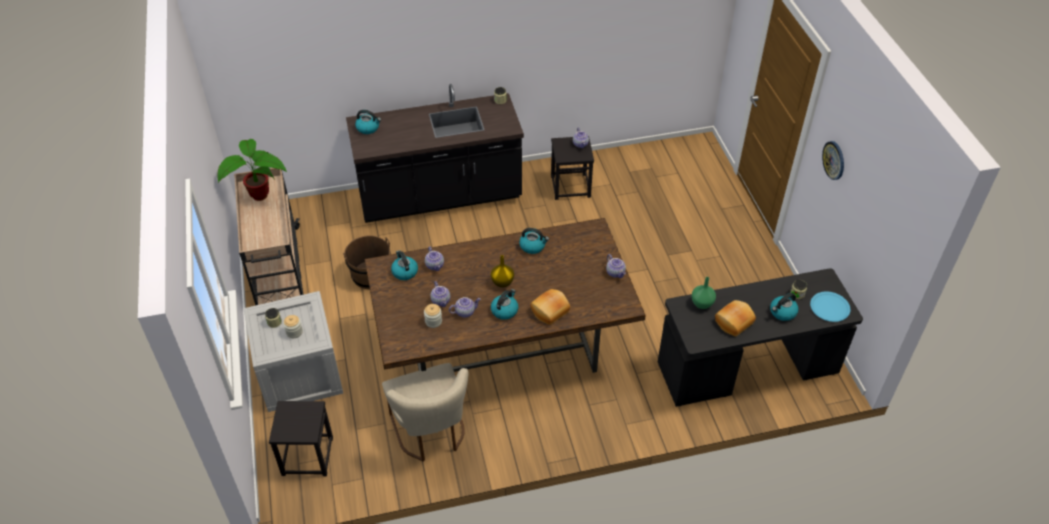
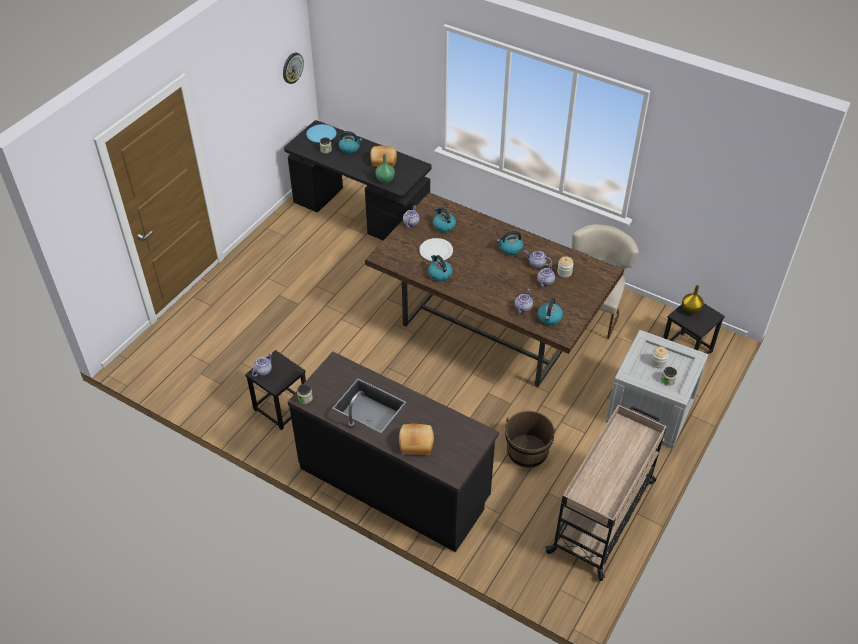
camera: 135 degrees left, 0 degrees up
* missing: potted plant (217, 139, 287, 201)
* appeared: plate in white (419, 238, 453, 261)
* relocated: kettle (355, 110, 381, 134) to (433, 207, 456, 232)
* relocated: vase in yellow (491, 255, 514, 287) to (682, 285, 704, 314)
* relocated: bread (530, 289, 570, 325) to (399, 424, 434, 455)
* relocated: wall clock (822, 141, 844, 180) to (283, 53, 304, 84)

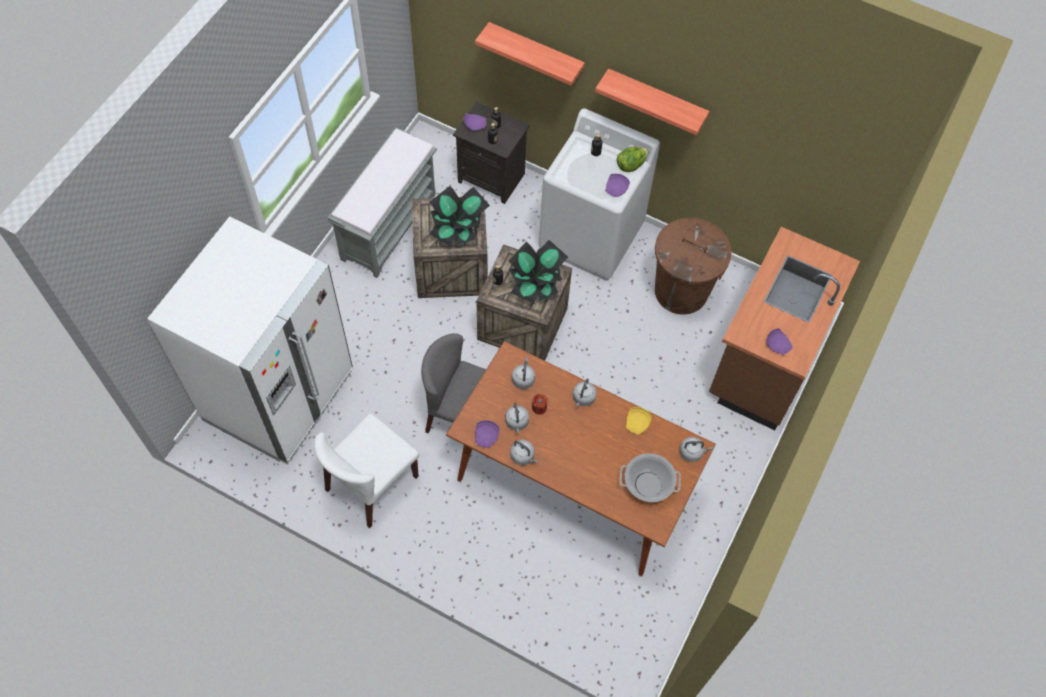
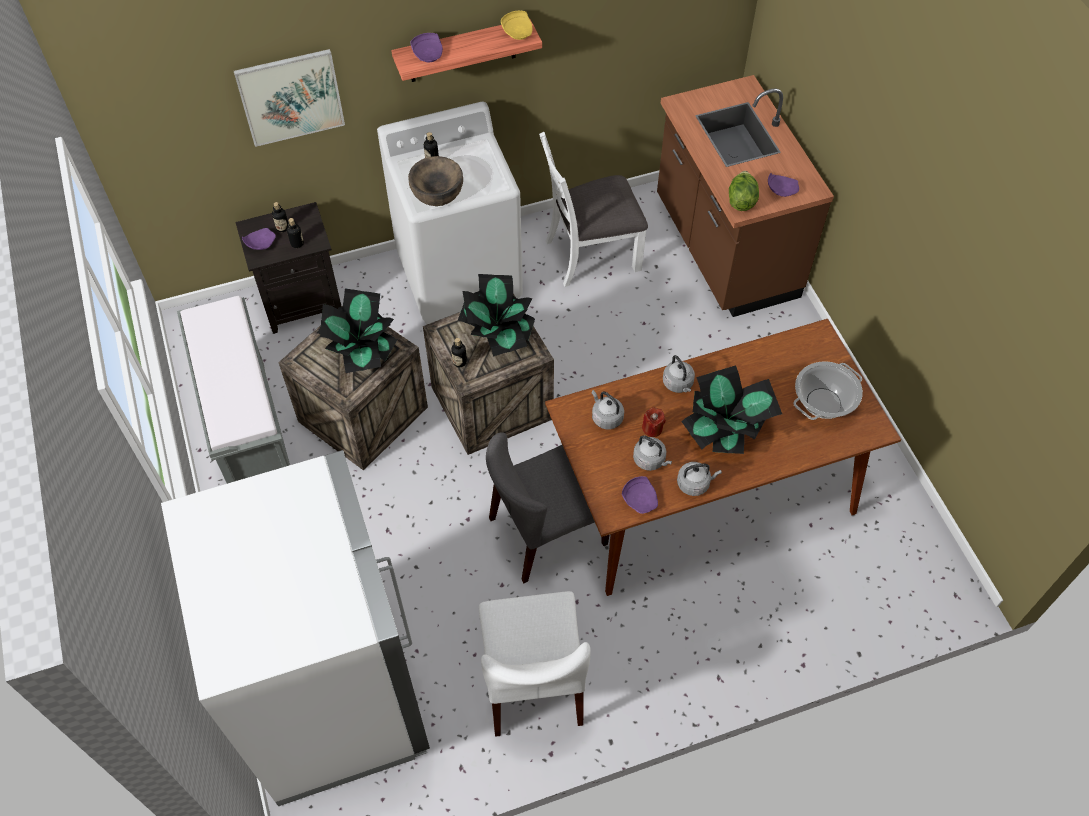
camera: 45 degrees left, 5 degrees down
* missing: kettle in grey (679, 437, 713, 462)
* appeared: bowl in brown (408, 156, 463, 206)
* appeared: potted plant (681, 365, 782, 454)
* relocated: plate in purple (605, 174, 630, 197) to (410, 33, 443, 62)
* relocated: lettuce (617, 147, 649, 172) to (729, 171, 759, 211)
* relocated: plate in yellow (626, 407, 652, 434) to (501, 11, 532, 40)
* exchanged: shelf (475, 22, 585, 86) to picture (234, 49, 345, 147)
* exchanged: trash can in brown (655, 218, 731, 315) to chair in white (539, 132, 648, 287)

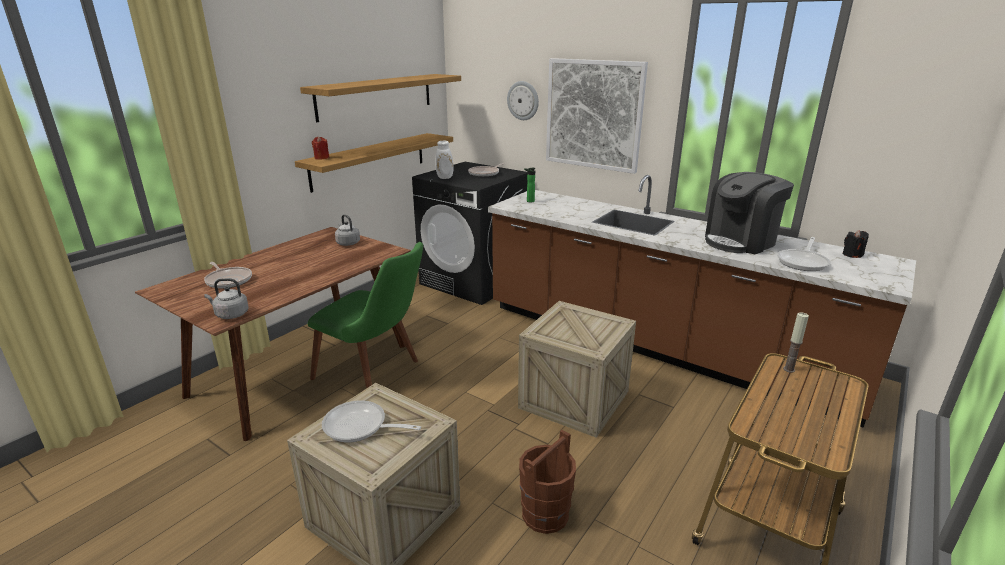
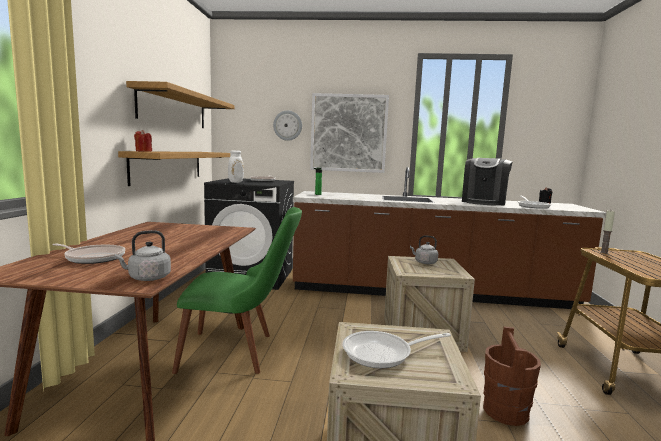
camera: 30 degrees left, 15 degrees down
* relocated: kettle in grey (335, 214, 360, 246) to (410, 236, 438, 264)

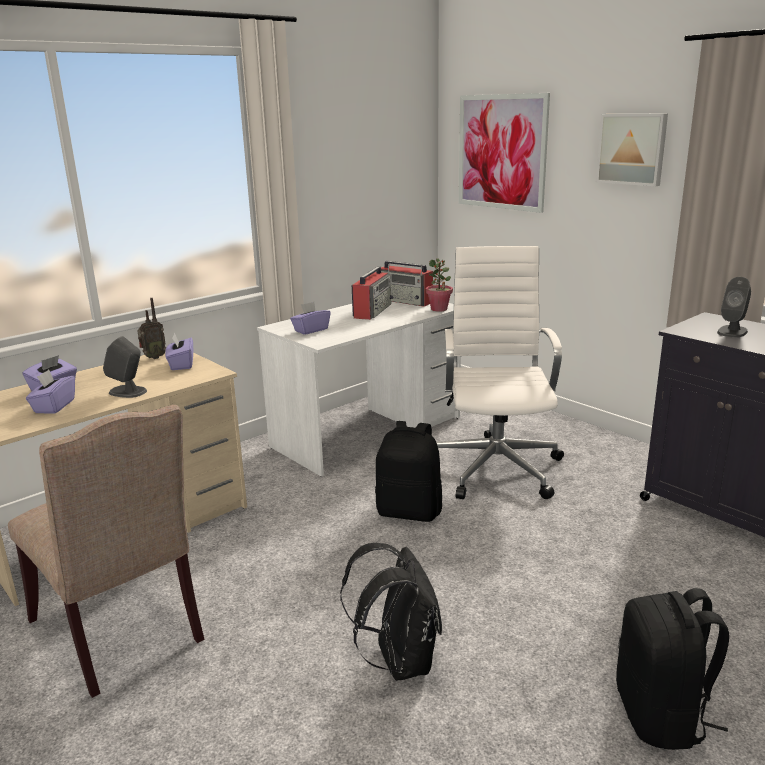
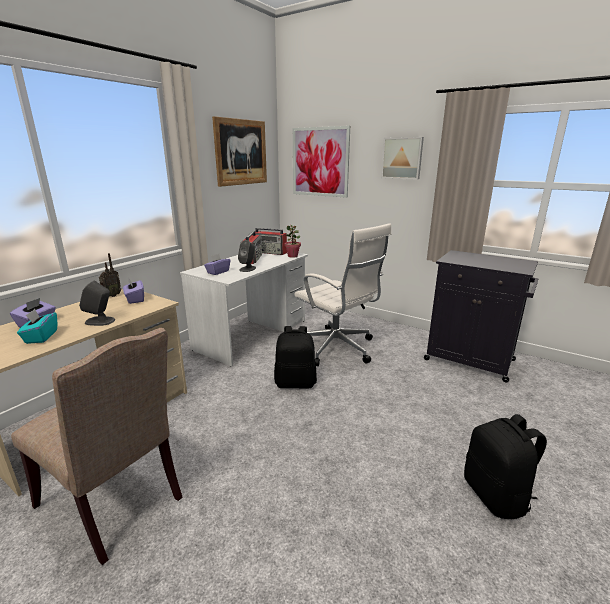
camera: 15 degrees left, 0 degrees up
* missing: backpack in black (340, 543, 442, 681)
* appeared: picture (212, 116, 267, 187)
* relocated: speaker in grey (717, 277, 751, 338) to (238, 240, 256, 272)
* colour: tissue box in purple (26, 369, 75, 414) to tissue box in turquoise (17, 309, 57, 344)
* spun: office chair in white (436, 246, 564, 499) = (294, 223, 391, 366) 150 degrees clockwise

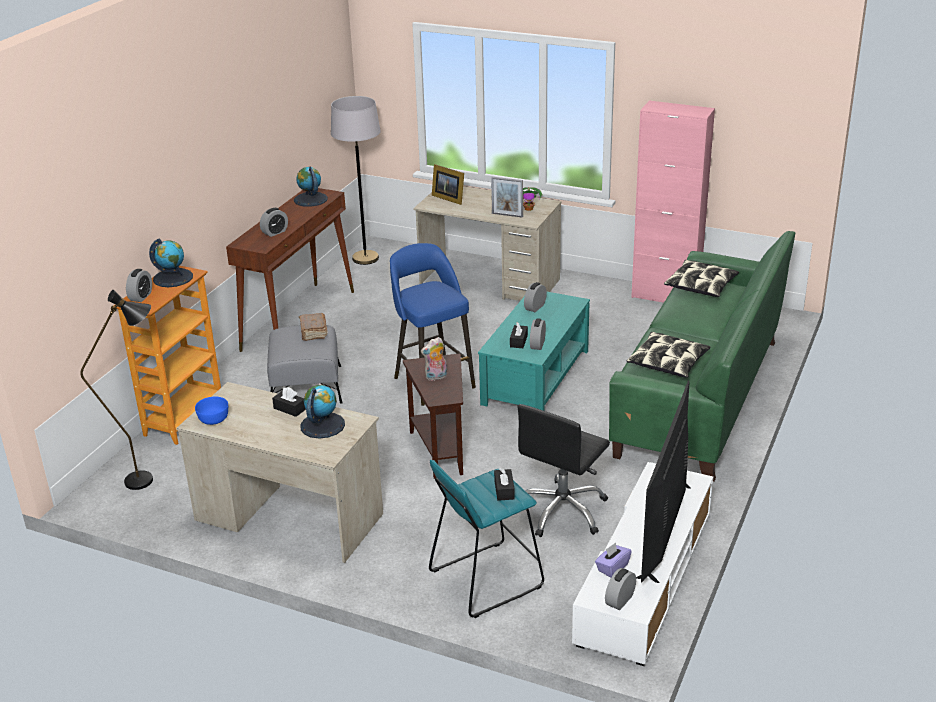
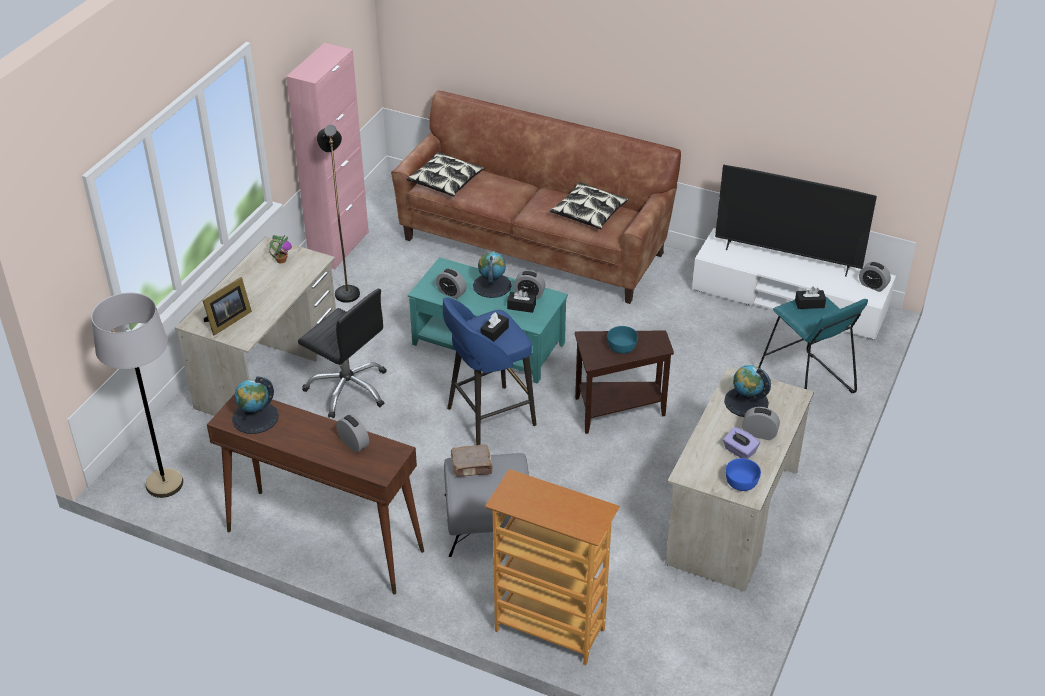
camera: 90 degrees left, 10 degrees up
* missing: picture frame (491, 177, 523, 218)
* relocated: floor lamp in black (80, 290, 153, 490) to (317, 125, 360, 303)
* relocated: alarm clock (126, 269, 152, 302) to (742, 407, 780, 440)
* relocated: globe (149, 238, 193, 287) to (473, 252, 511, 298)
* relocated: tissue box in black (272, 387, 306, 417) to (480, 312, 509, 342)
* relocated: office chair in black (518, 404, 610, 537) to (298, 289, 387, 418)
* relocated: tissue box in purple (595, 542, 632, 577) to (723, 427, 760, 459)
* exchanged: plush toy (421, 337, 447, 381) to bowl in turquoise (607, 326, 638, 354)
* colour: sofa in green (609, 231, 795, 482) to sofa in brown (391, 90, 681, 304)

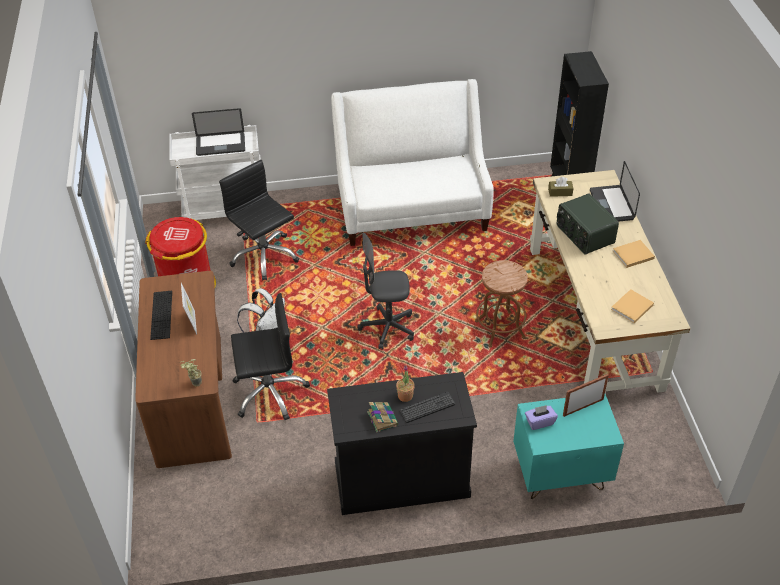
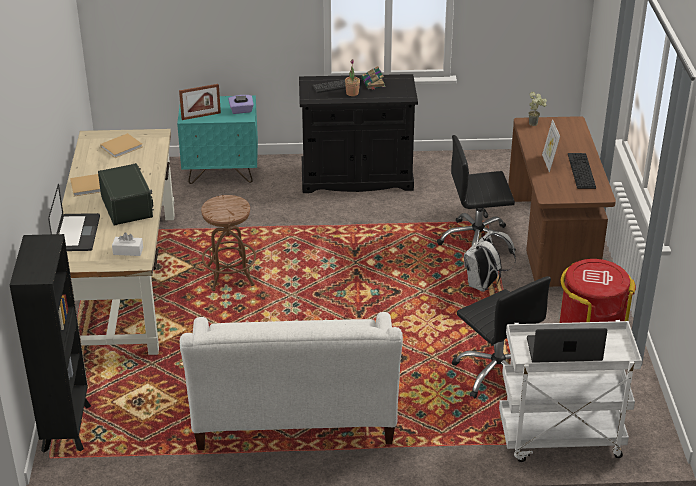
camera: 175 degrees left, 10 degrees down
* missing: office chair in grey (357, 233, 414, 350)
* colour: tissue box in brown (548, 177, 574, 197) to tissue box in white (112, 233, 143, 256)

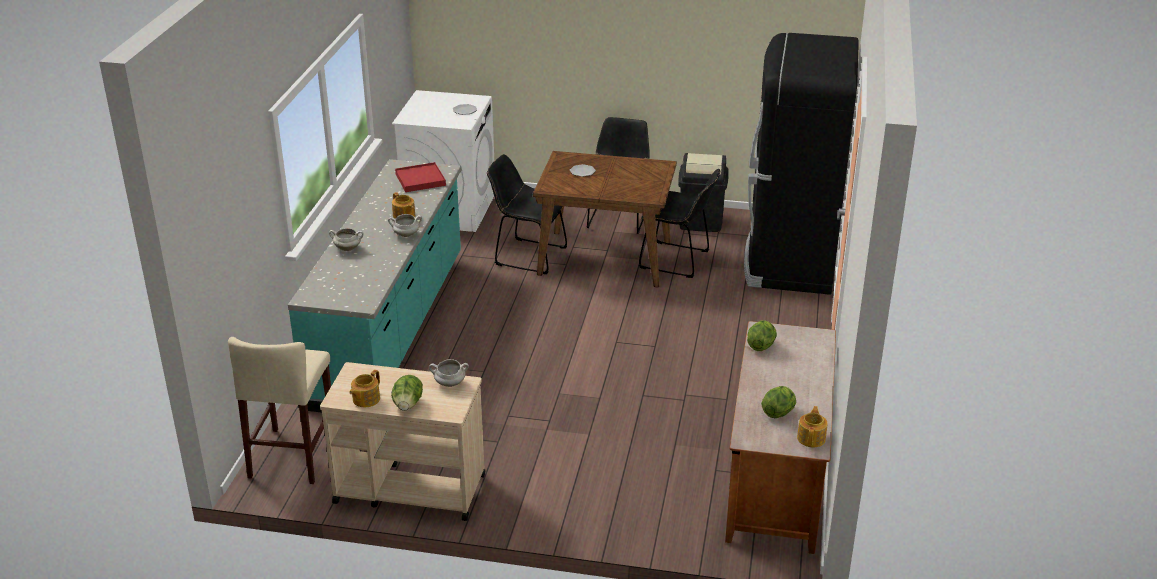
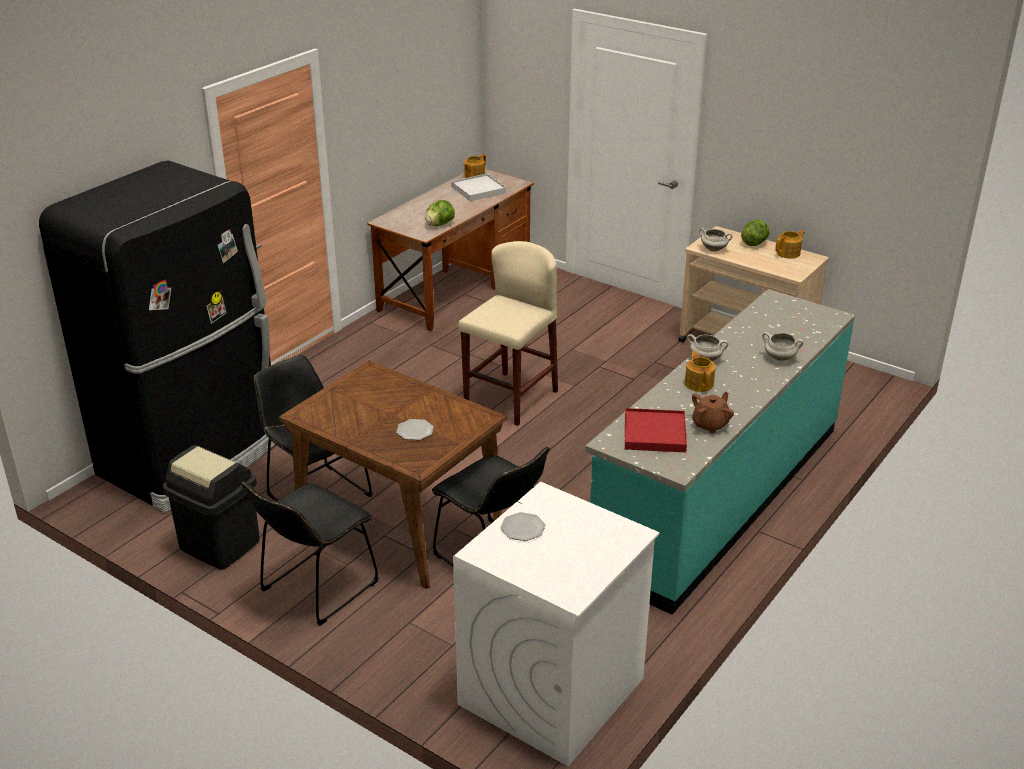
camera: 155 degrees left, 0 degrees up
* appeared: teapot in brown (692, 392, 734, 434)
* relocated: stool in beige (228, 337, 331, 484) to (458, 241, 558, 426)
* exchanged: lettuce (761, 386, 796, 418) to tray in white (451, 174, 506, 201)

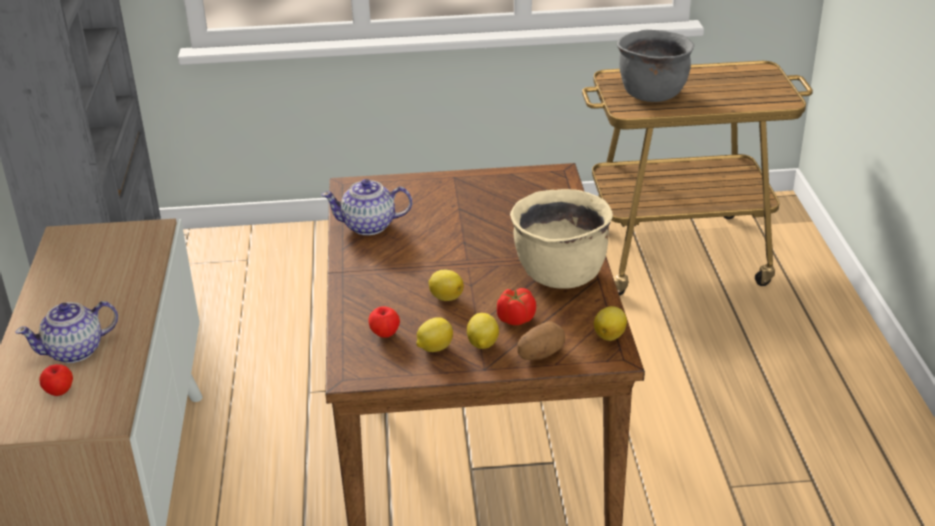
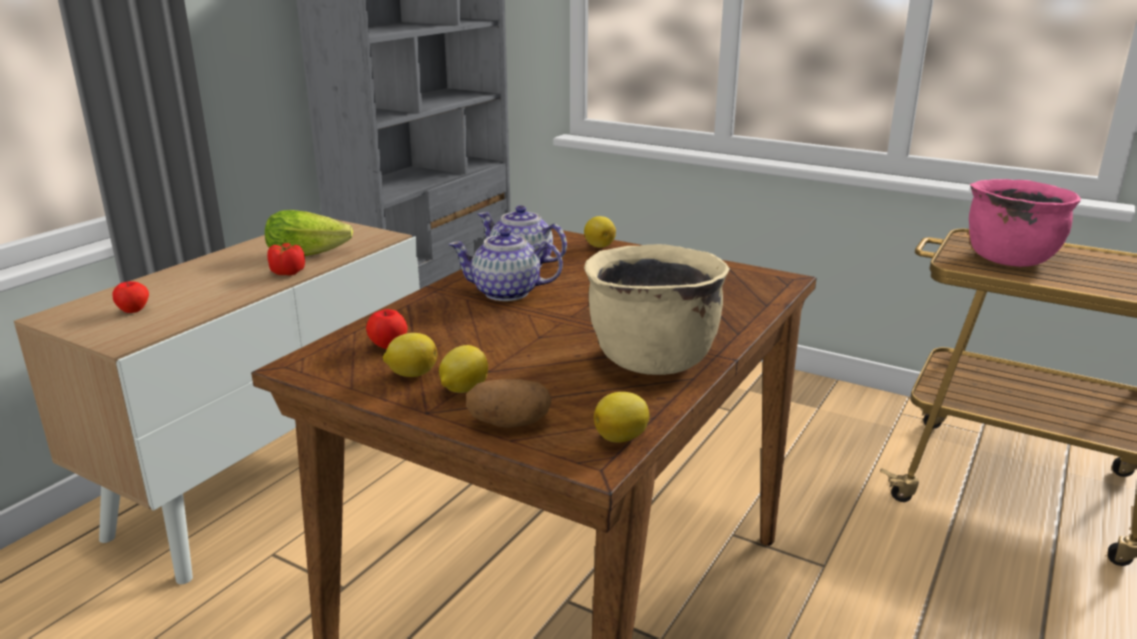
camera: 35 degrees right, 10 degrees down
* appeared: lettuce (265, 210, 353, 256)
* relocated: teapot (15, 301, 118, 363) to (449, 228, 563, 301)
* relocated: lemon (428, 270, 464, 301) to (584, 216, 616, 248)
* relocated: tomato (497, 288, 536, 325) to (267, 243, 305, 275)
* colour: cooking pot in grey (617, 29, 694, 102) to cooking pot in pink (969, 179, 1081, 267)

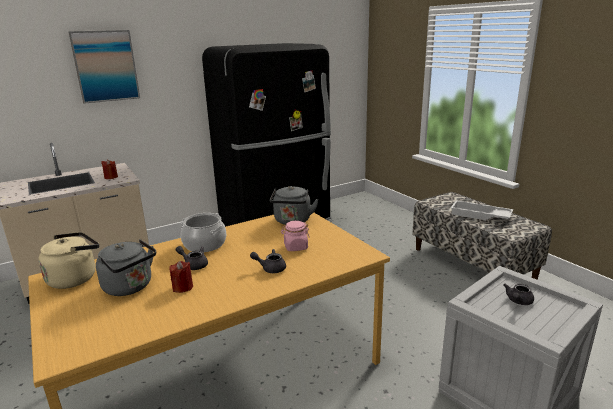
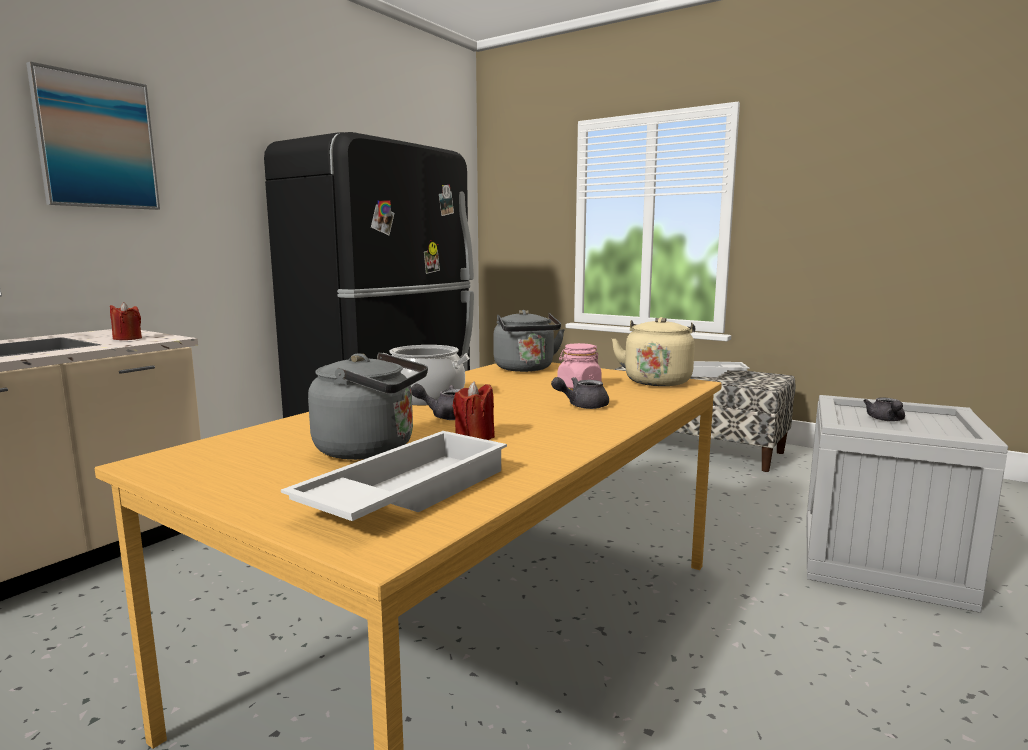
camera: 25 degrees left, 10 degrees down
* appeared: tray in white (281, 431, 507, 521)
* relocated: kettle in beige (38, 232, 99, 289) to (611, 317, 695, 386)

